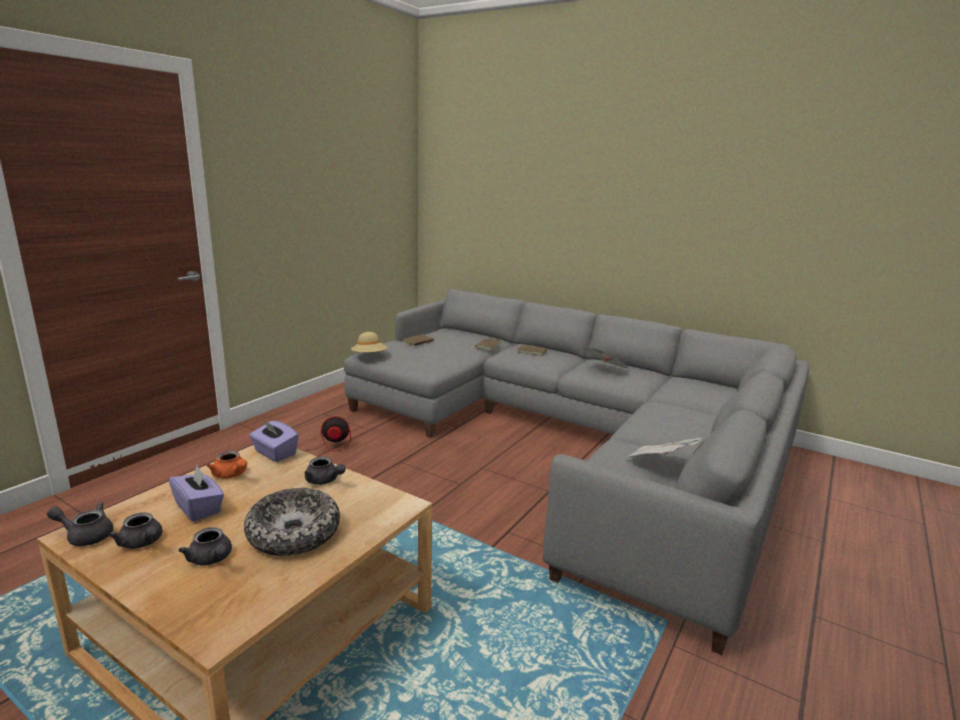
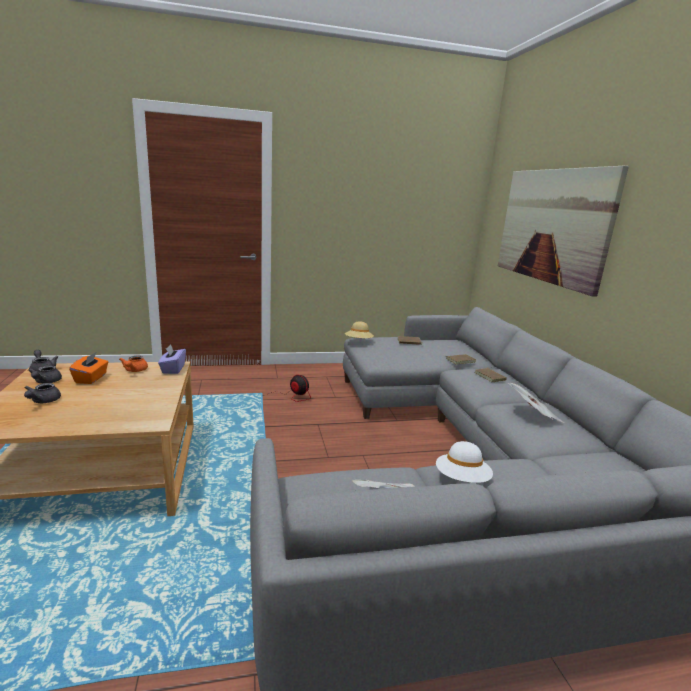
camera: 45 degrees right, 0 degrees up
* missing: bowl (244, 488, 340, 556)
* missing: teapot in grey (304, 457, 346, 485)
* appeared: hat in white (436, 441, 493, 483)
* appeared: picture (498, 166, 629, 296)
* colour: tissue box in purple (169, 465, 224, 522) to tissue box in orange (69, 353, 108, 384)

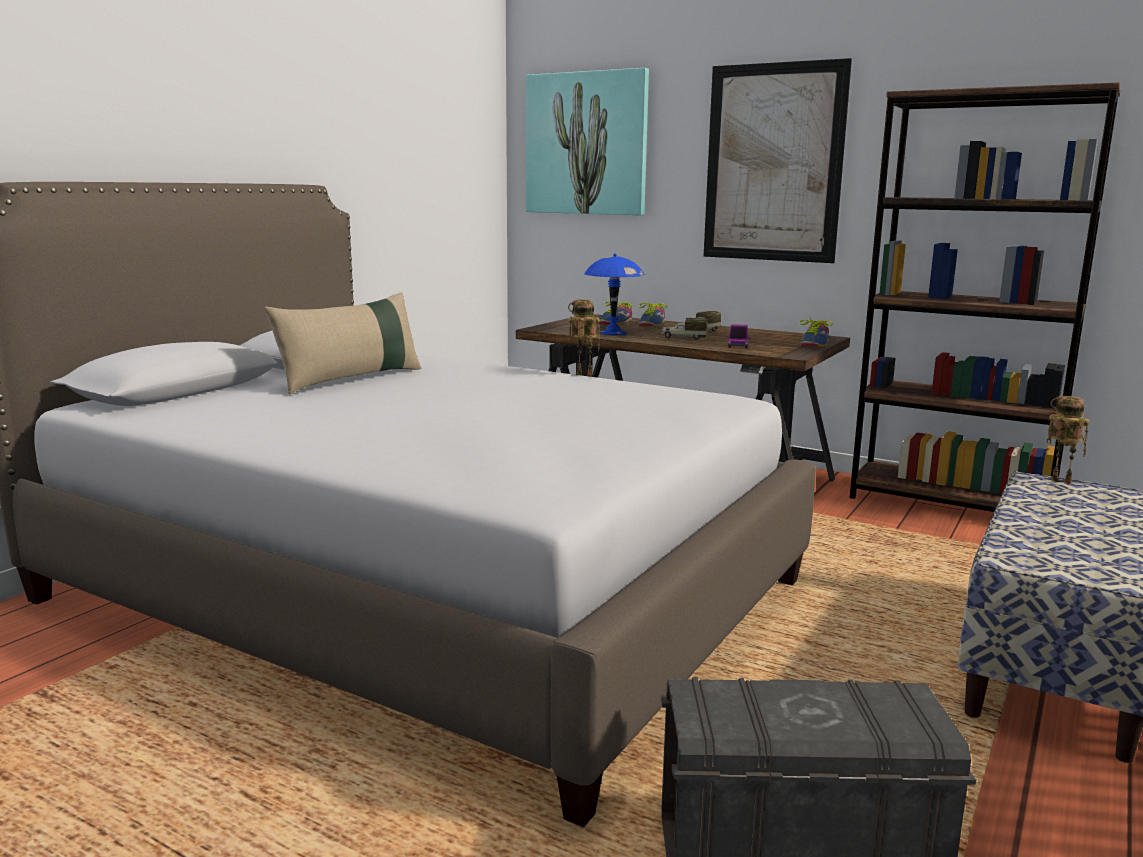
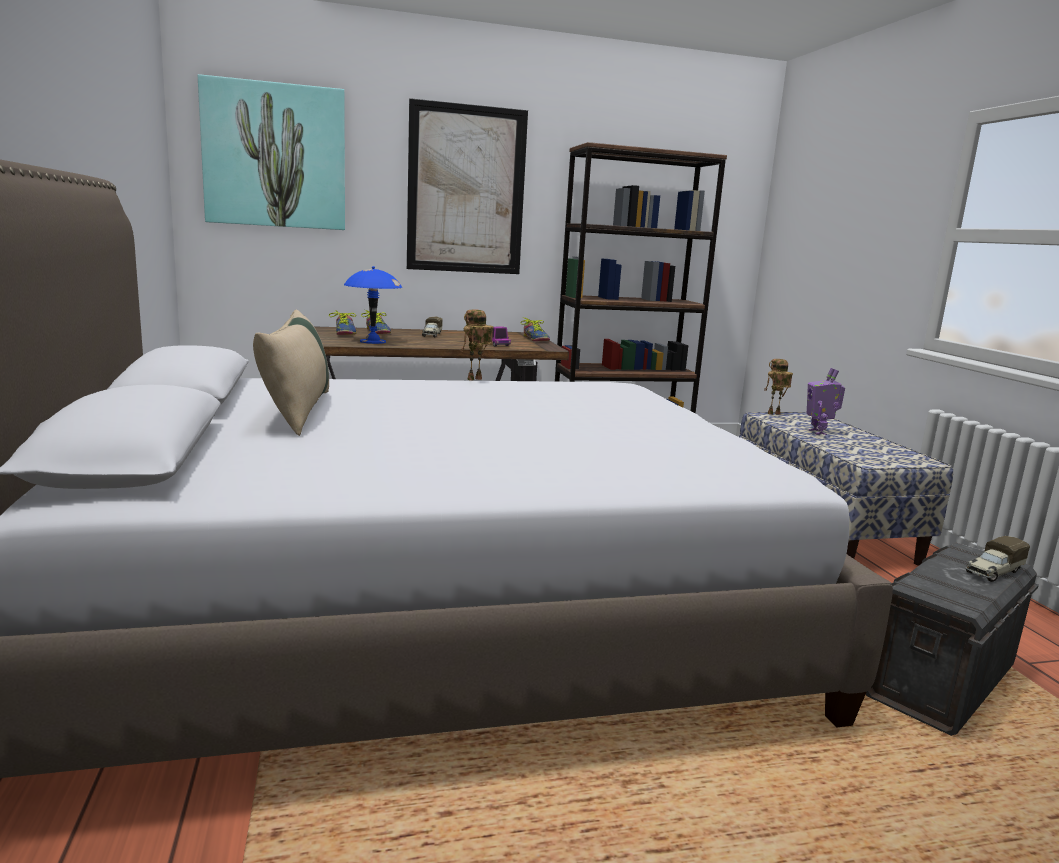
camera: 45 degrees left, 0 degrees up
* appeared: toy robot (807, 368, 845, 435)
* relocated: toy truck (661, 318, 708, 340) to (965, 536, 1030, 582)

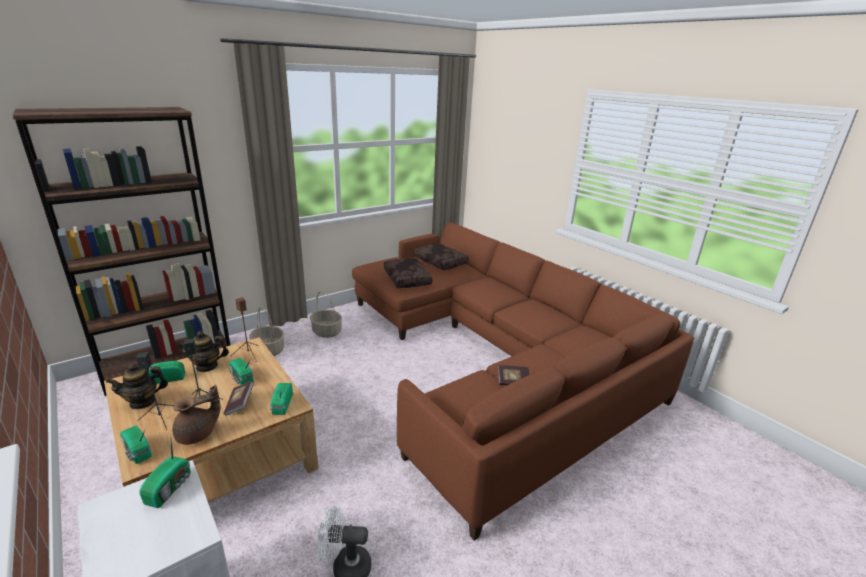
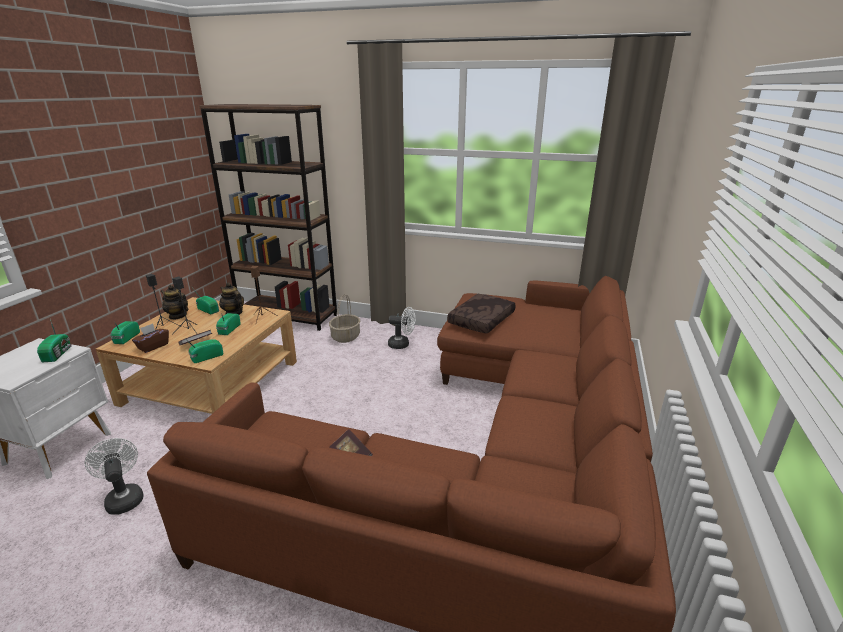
camera: 55 degrees right, 0 degrees up
* missing: pillow in brown (414, 243, 469, 270)
* exchanged: teapot in brown (172, 385, 220, 445) to tissue box in brown (132, 324, 169, 353)
* exchanged: basket (310, 291, 342, 338) to fan in white (388, 307, 415, 349)
* spun: radio (140, 438, 191, 508) = (37, 319, 71, 362) 75 degrees counterclockwise

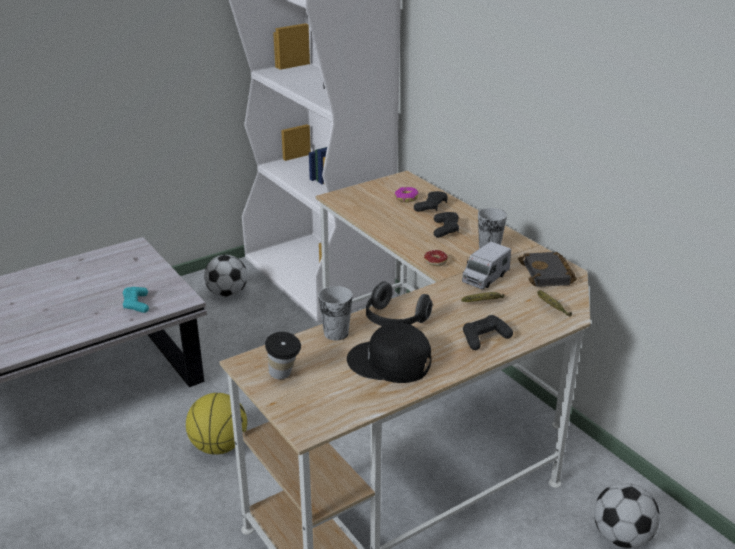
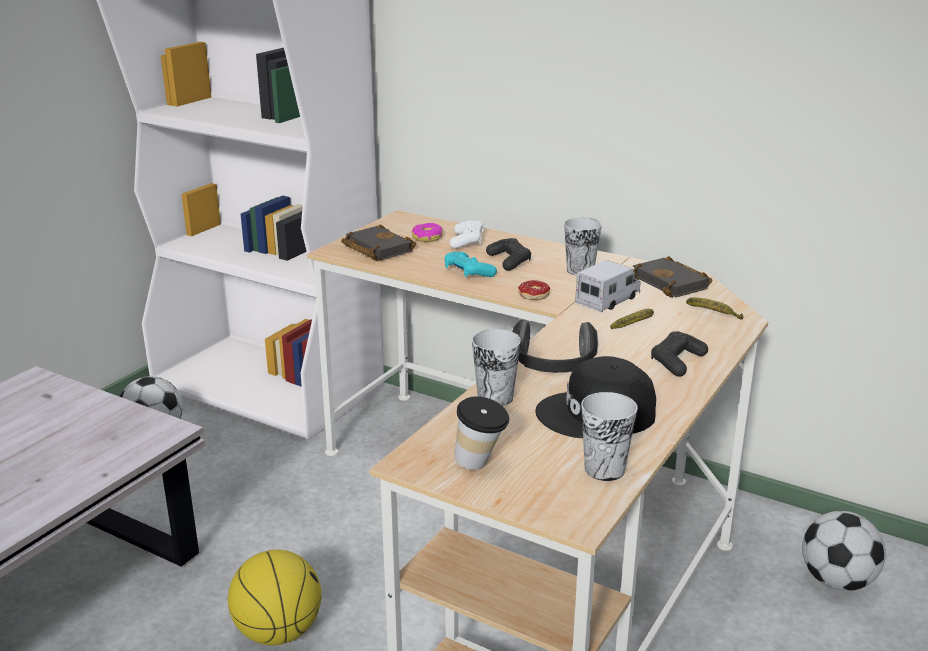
camera: 25 degrees left, 5 degrees down
* appeared: book in black (341, 224, 416, 261)
* appeared: cup (581, 392, 638, 481)
* relocated: game controller in turquoise (123, 287, 149, 313) to (445, 251, 497, 277)
* colour: game controller in black (414, 191, 448, 212) to game controller in white (449, 221, 484, 249)
* spun: toy truck (462, 241, 511, 289) = (575, 260, 641, 312) 150 degrees counterclockwise

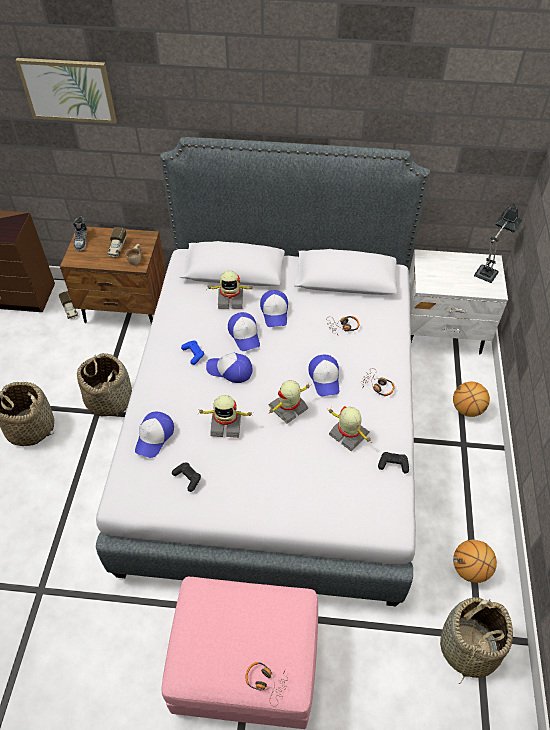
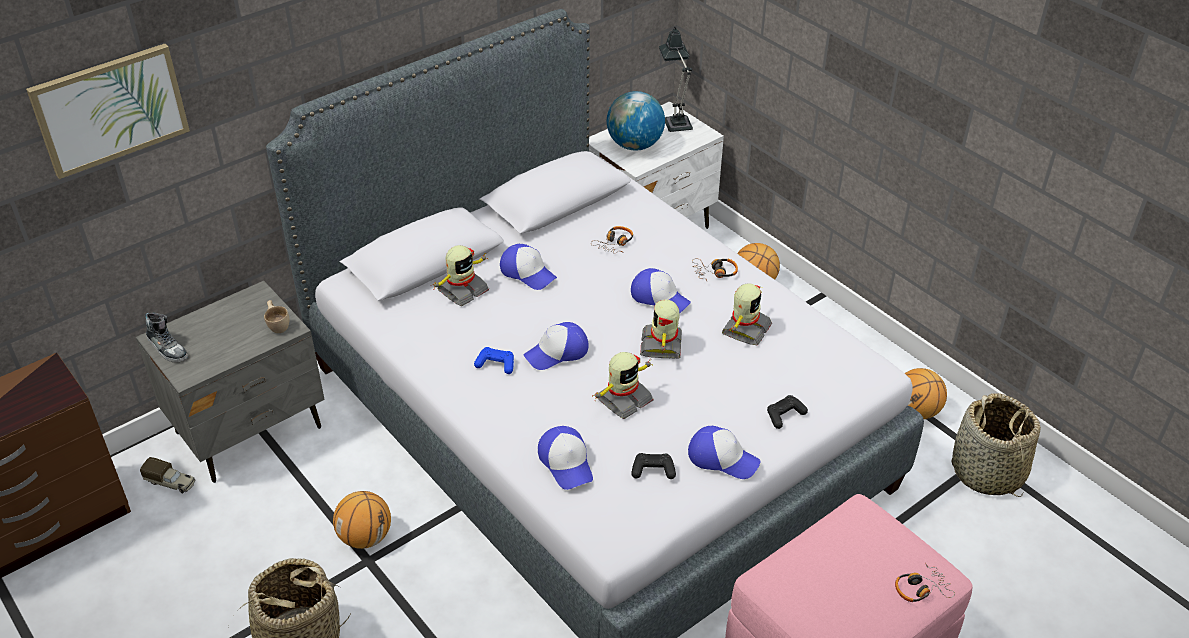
camera: 45 degrees left, 10 degrees down
* missing: toy truck (107, 227, 127, 257)
* appeared: globe (607, 91, 665, 150)
* relocated: cap (228, 312, 260, 351) to (688, 426, 761, 479)
* relocated: game controller in black (378, 452, 409, 474) to (767, 395, 808, 429)
* exchanged: basket (77, 353, 132, 417) to basketball (333, 491, 391, 549)
* colour: nightstand in brown (60, 226, 166, 324) to nightstand in grey (136, 281, 325, 483)
* spun: toy robot (327, 406, 372, 451) = (722, 284, 772, 345) 120 degrees clockwise

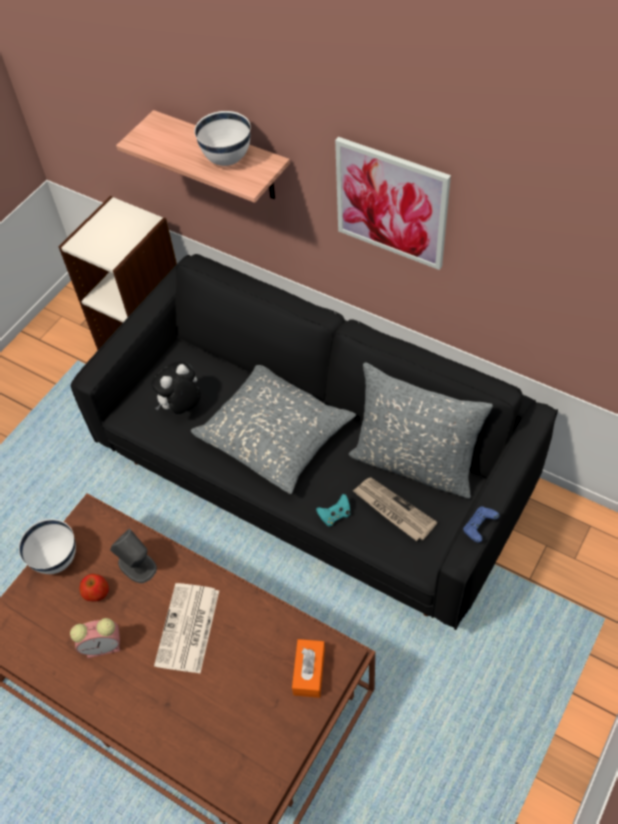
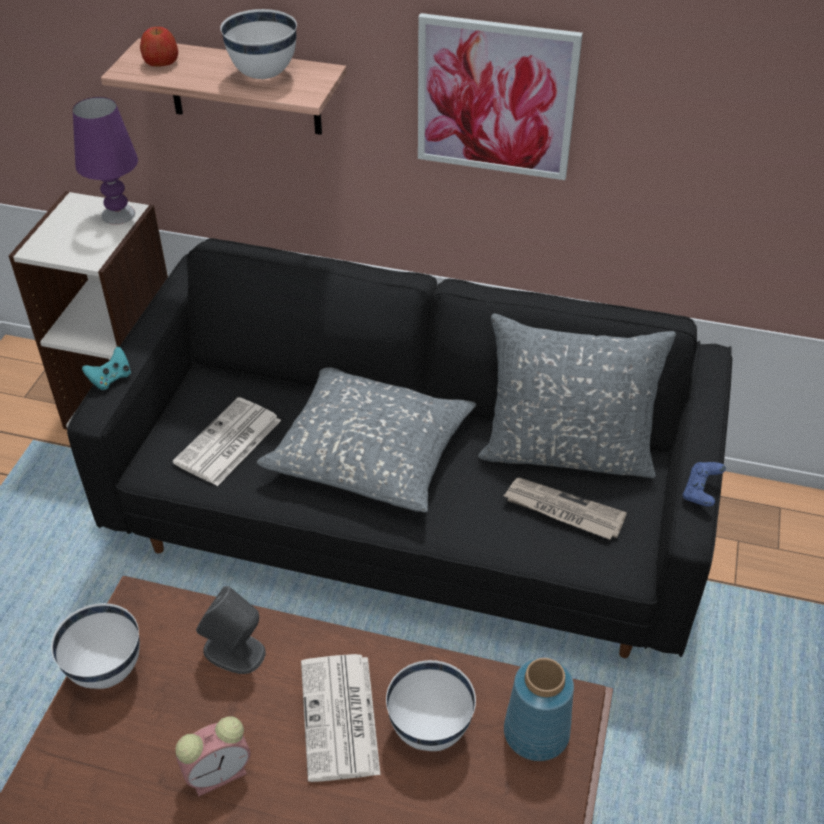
camera: 20 degrees left, 10 degrees down
* appeared: table lamp in purple (73, 97, 138, 225)
* appeared: bowl in white (386, 660, 476, 751)
* relocated: apple (79, 574, 109, 602) to (140, 27, 178, 66)
* relocated: game controller in turquoise (316, 494, 350, 526) to (82, 346, 131, 390)
* exchanged: plush toy (151, 361, 201, 414) to newspaper (173, 397, 281, 486)
* exchanged: tissue box in orange (292, 639, 325, 698) to vase in blue (504, 658, 574, 761)

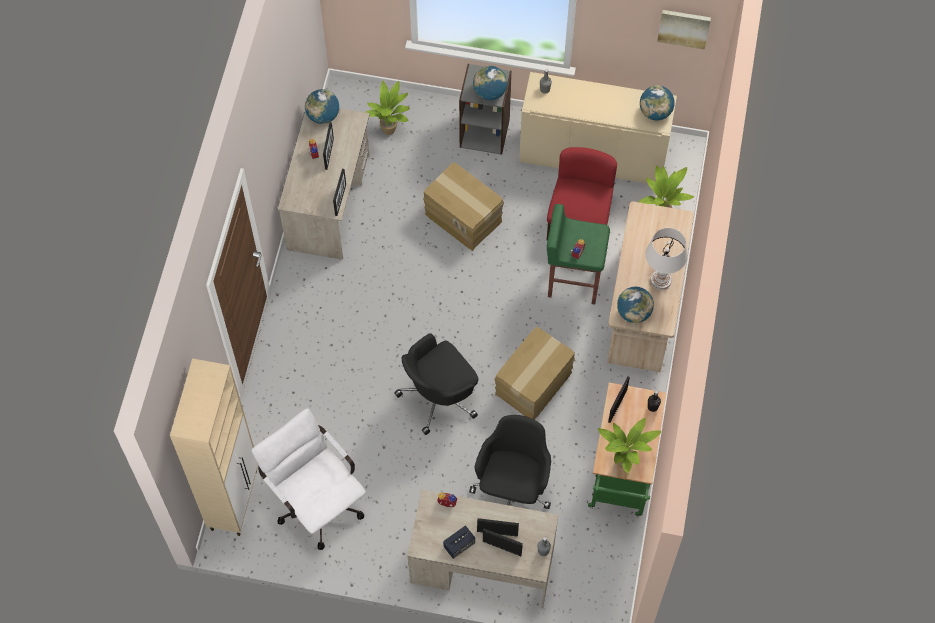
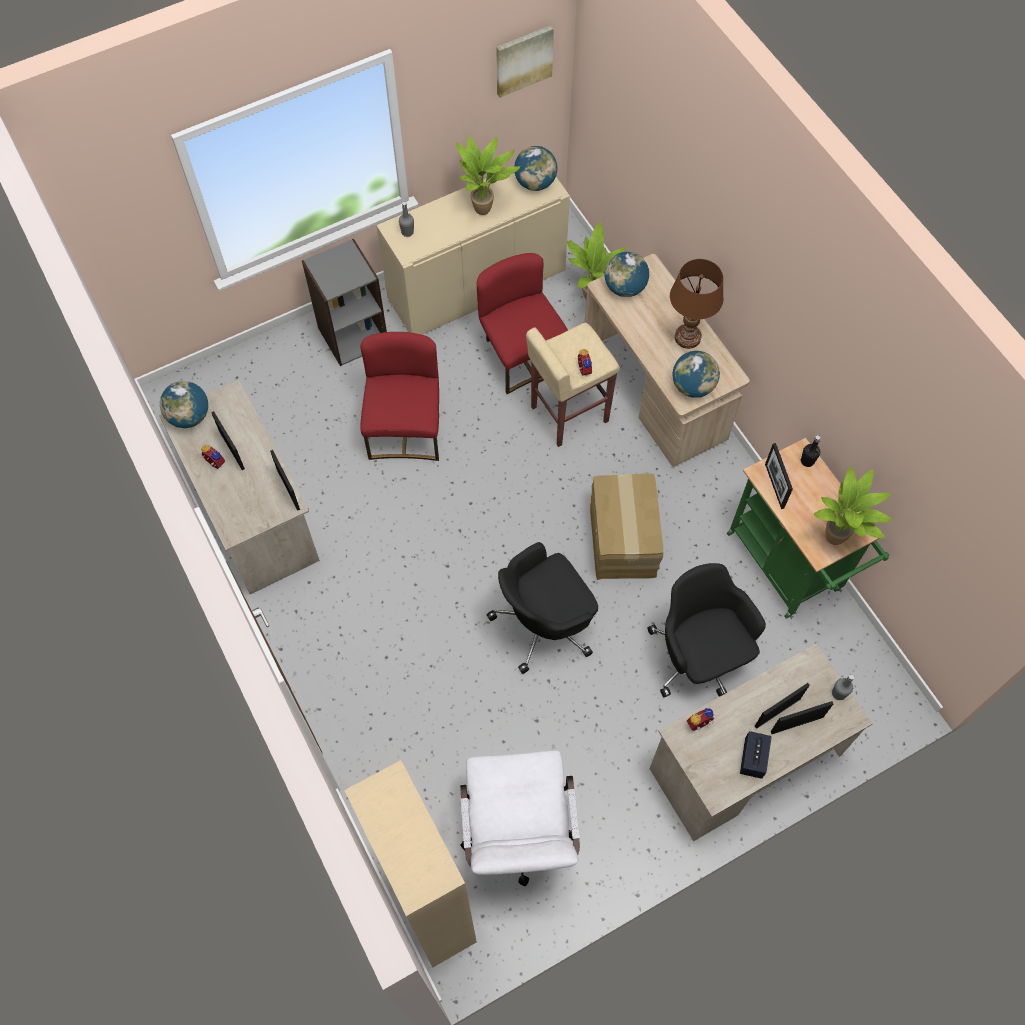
camera: 40 degrees left, 0 degrees up
* relocated: potted plant (365, 81, 410, 135) to (456, 136, 520, 215)
* relocated: globe (473, 66, 507, 100) to (605, 252, 649, 297)
* exchanged: cardboard box (423, 162, 504, 251) to chair in red (360, 332, 439, 461)
* colour: stool in green (547, 204, 610, 305) to stool in beige (526, 323, 620, 447)
* colour: table lamp in white (645, 228, 687, 290) to table lamp in brown (670, 259, 724, 349)
* spun: office chair in white (252, 408, 366, 550) = (460, 750, 580, 886) 105 degrees counterclockwise
* spun: office chair in black (394, 333, 478, 435) = (487, 542, 598, 674) 45 degrees clockwise

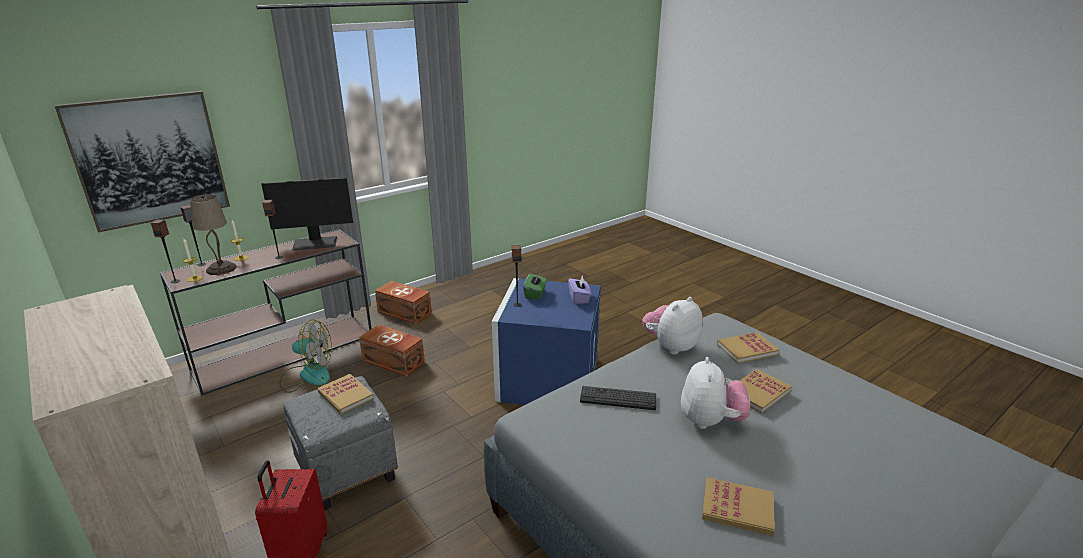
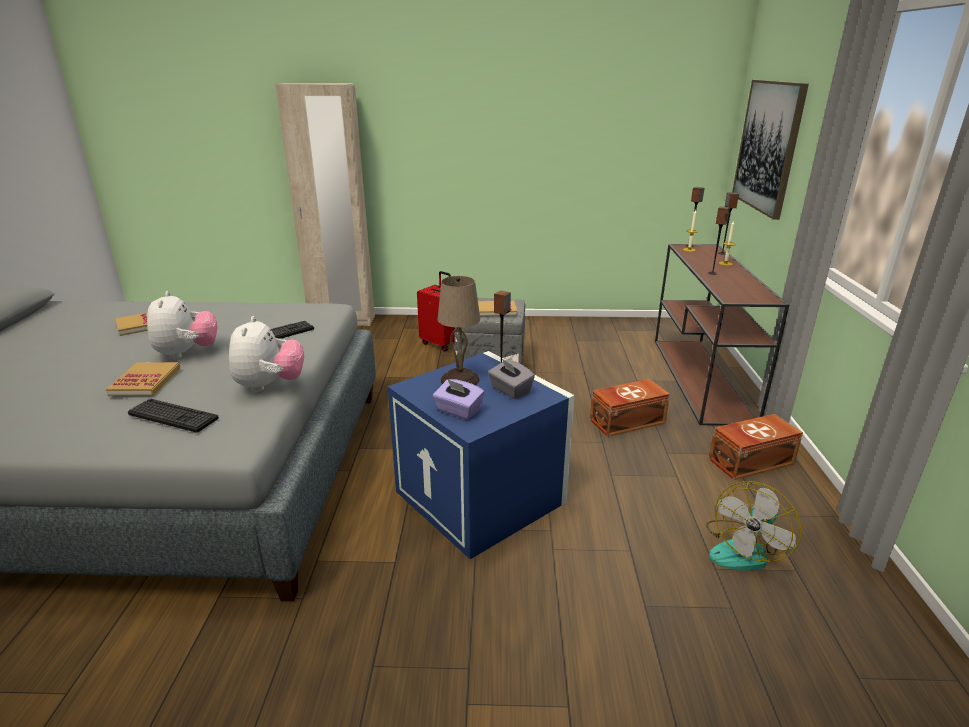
camera: 130 degrees right, 0 degrees up
* missing: monitor (261, 178, 353, 251)
* relocated: table lamp in beige (190, 194, 237, 275) to (438, 276, 480, 385)
* relocated: fan (279, 320, 332, 393) to (706, 481, 801, 570)
* exchanged: book (717, 332, 779, 364) to keyboard (128, 398, 219, 433)
* colour: tissue box in green (523, 272, 547, 300) to tissue box in grey (488, 359, 535, 399)
* spun: plush toy (681, 357, 750, 429) = (147, 291, 217, 359) 150 degrees counterclockwise

